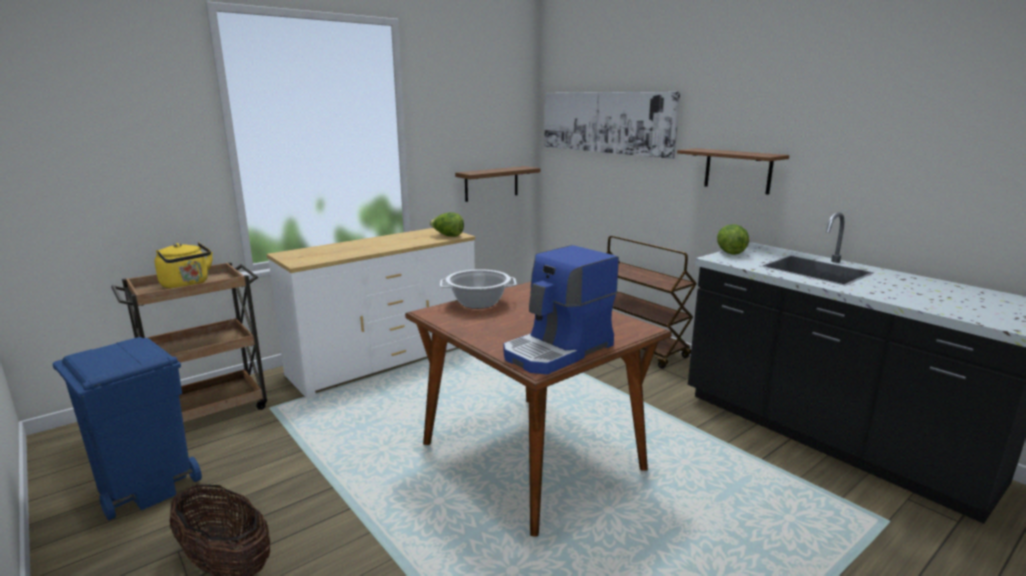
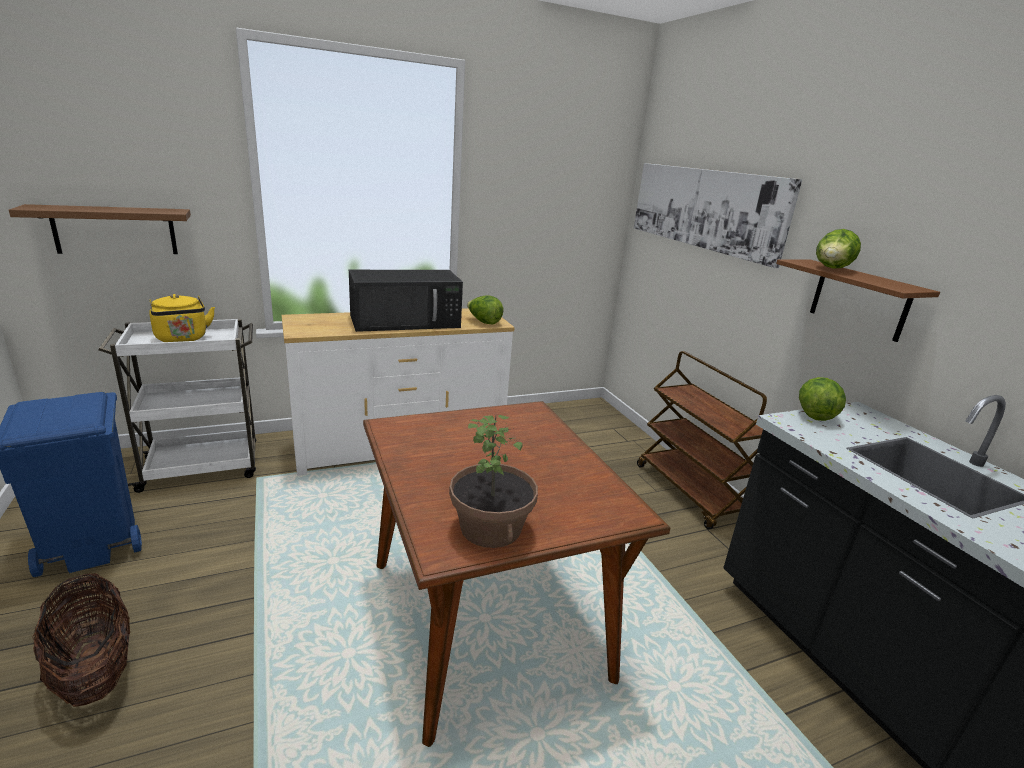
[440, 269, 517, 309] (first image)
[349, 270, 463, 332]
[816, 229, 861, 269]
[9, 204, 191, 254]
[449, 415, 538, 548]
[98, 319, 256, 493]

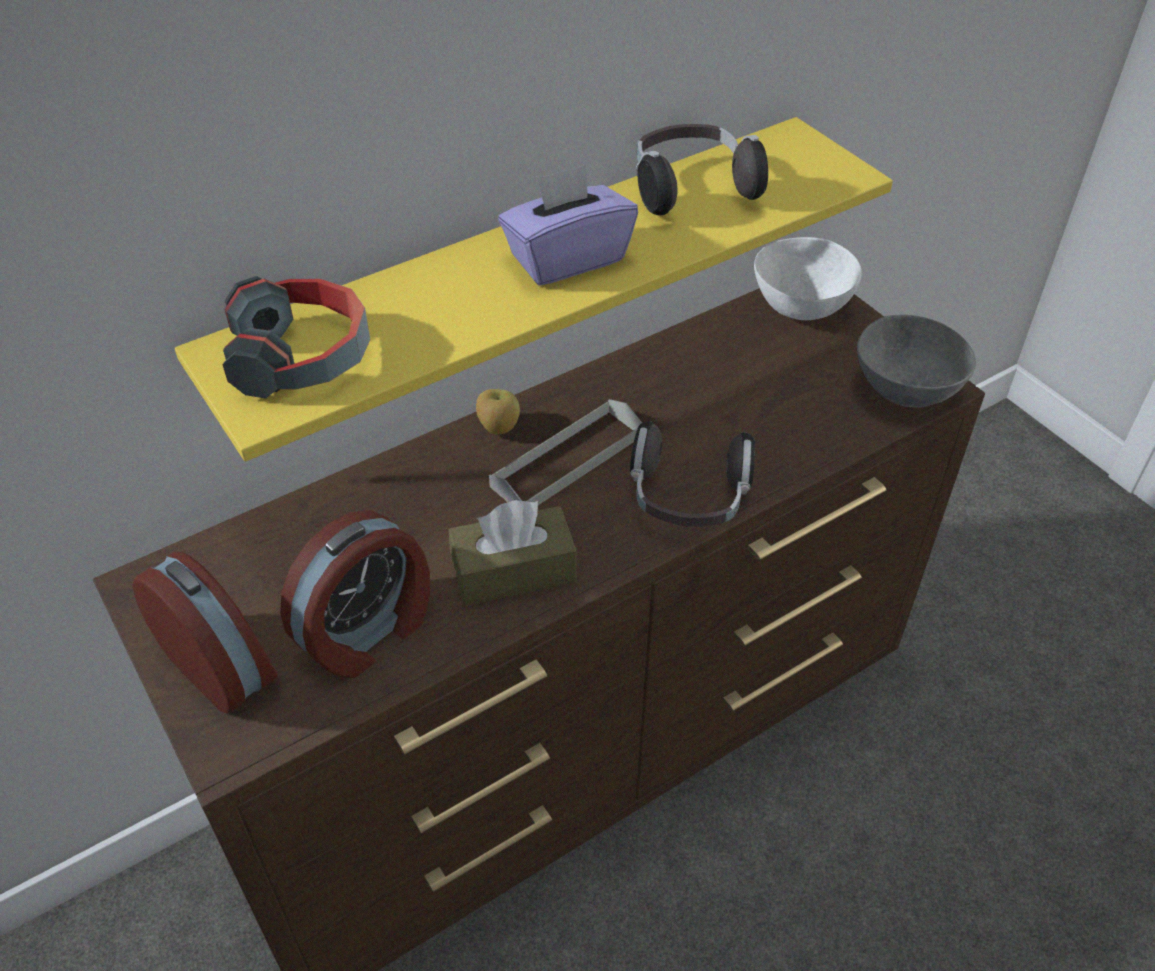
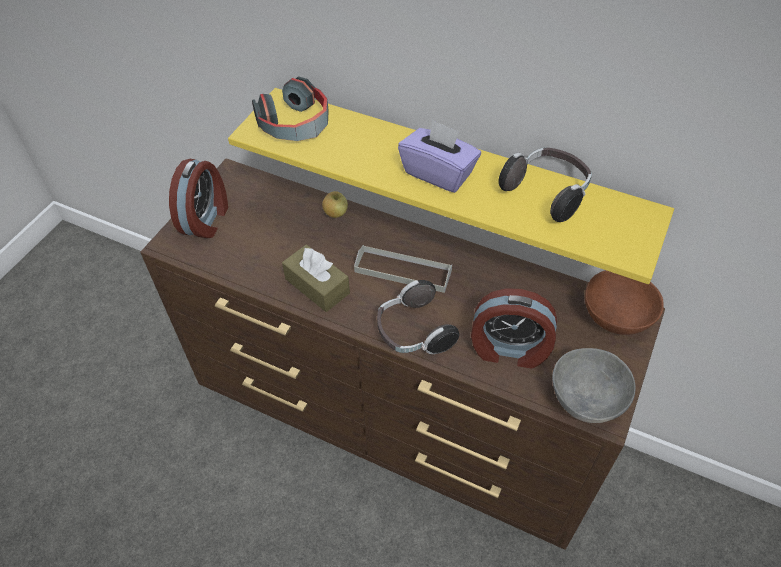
[471, 288, 557, 369]
[322, 191, 348, 218]
[585, 270, 664, 335]

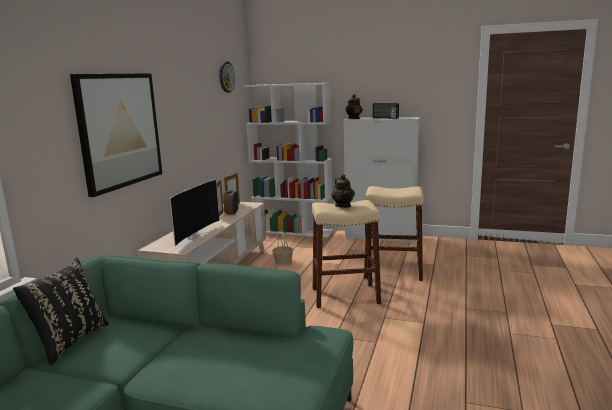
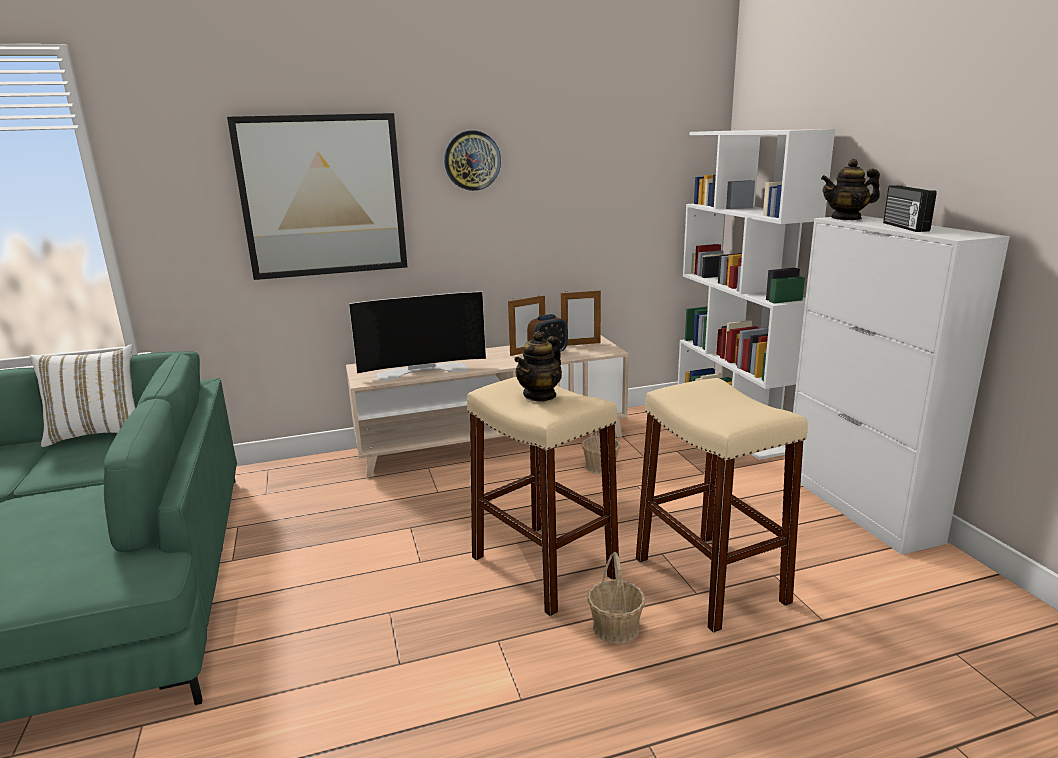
[587, 552, 645, 644]
[444, 130, 501, 191]
[30, 345, 135, 447]

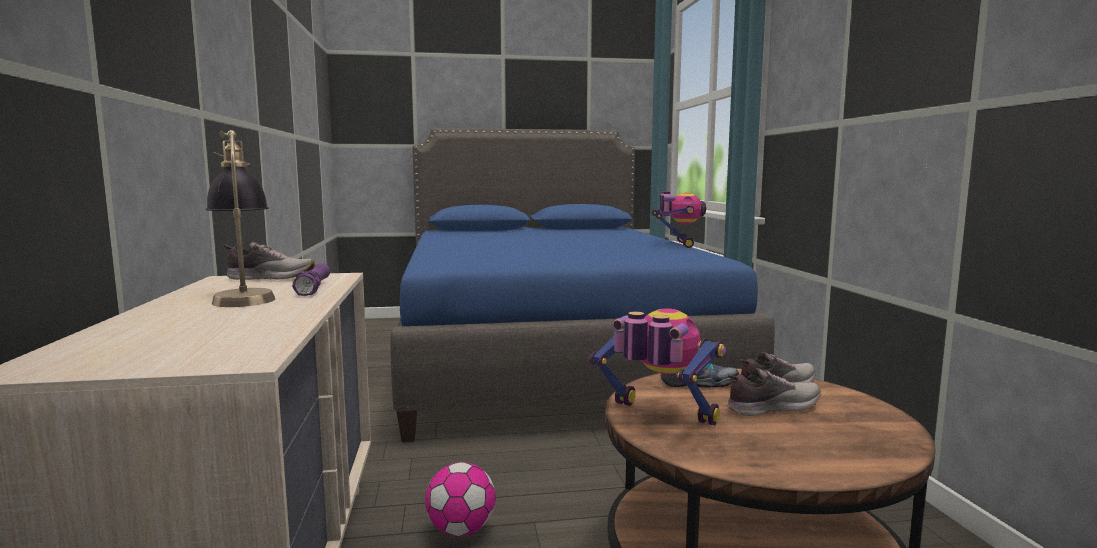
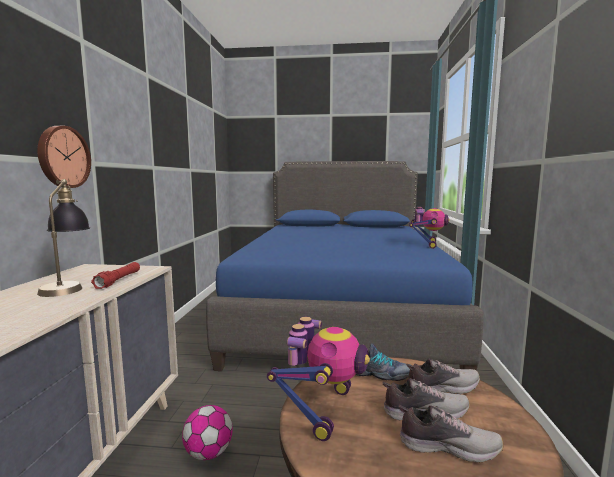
[37, 126, 91, 188]
[399, 405, 504, 463]
[91, 262, 140, 289]
[267, 317, 370, 441]

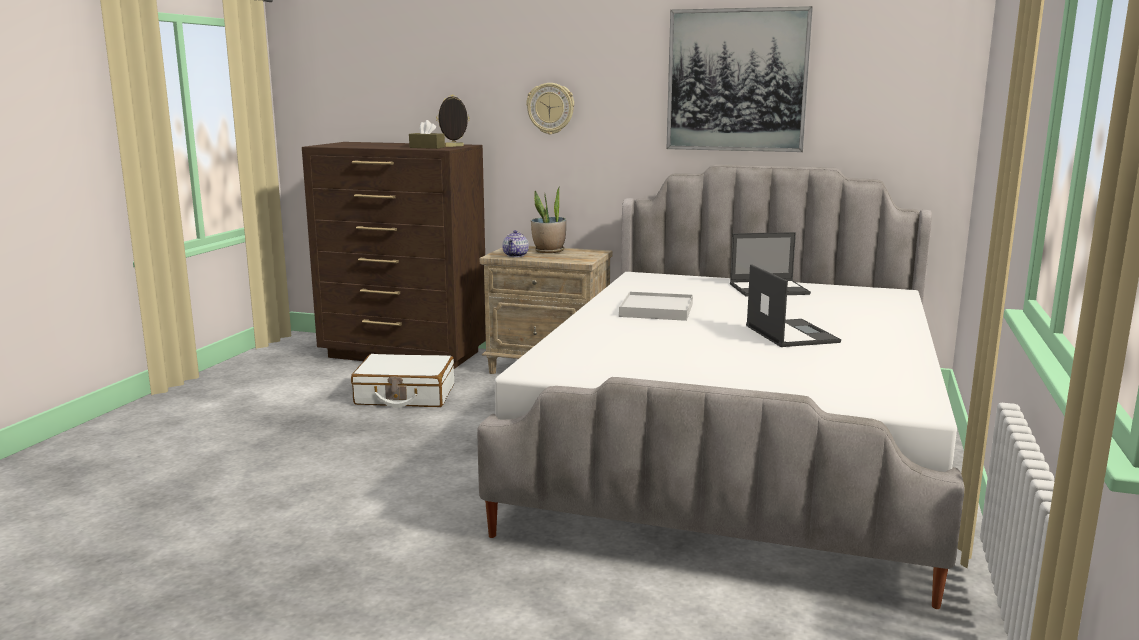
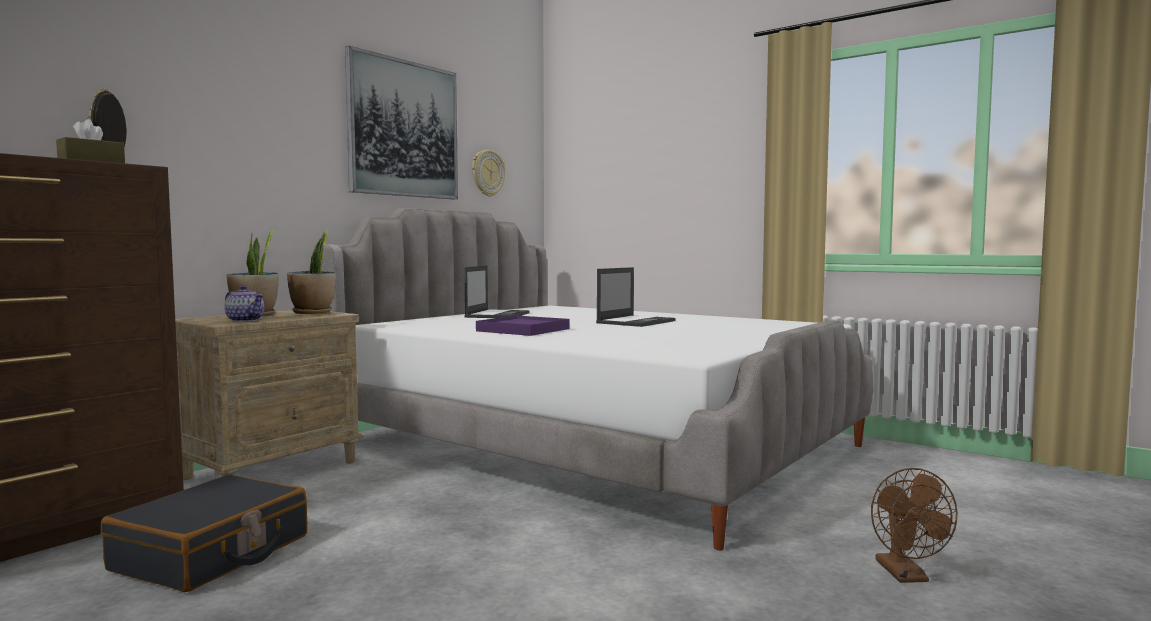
[287, 229, 336, 314]
[871, 468, 957, 583]
[472, 150, 506, 197]
[101, 475, 307, 592]
[476, 316, 569, 336]
[596, 267, 676, 327]

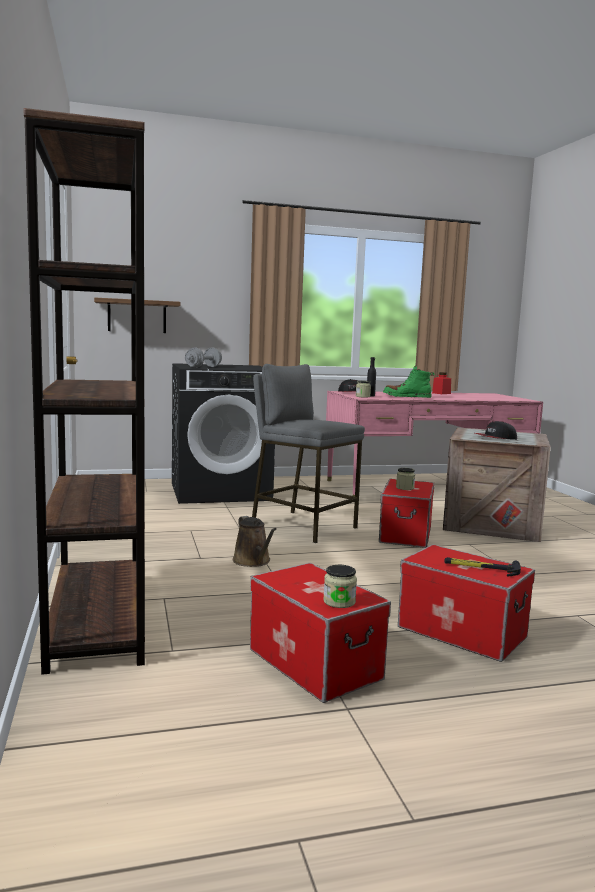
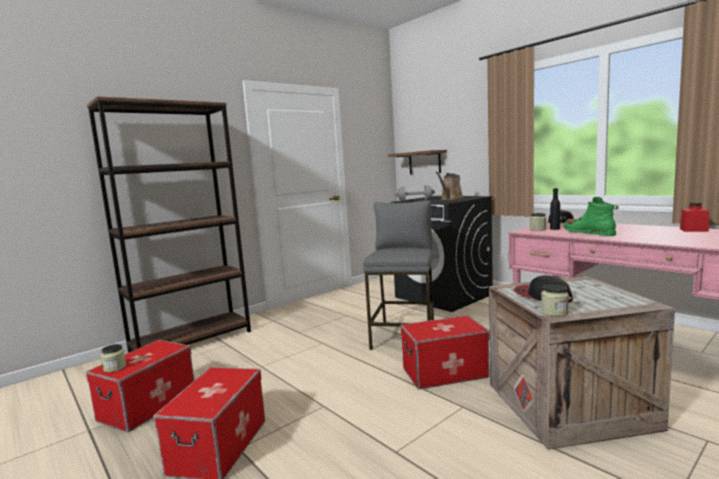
[444, 557, 521, 576] (first image)
[436, 172, 463, 200]
[541, 284, 569, 317]

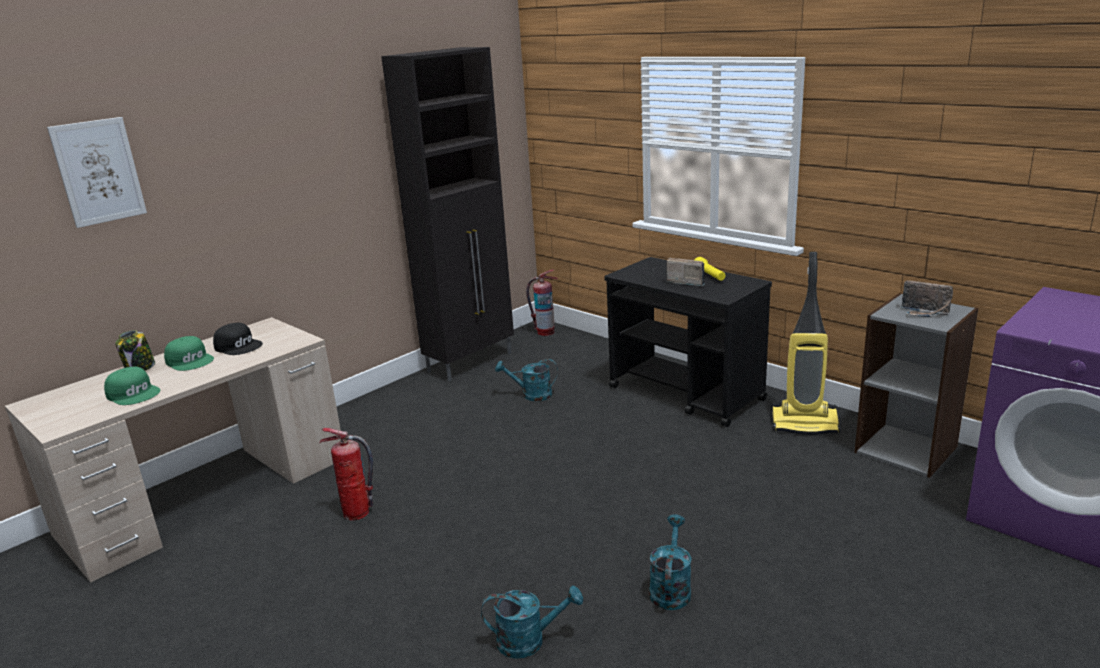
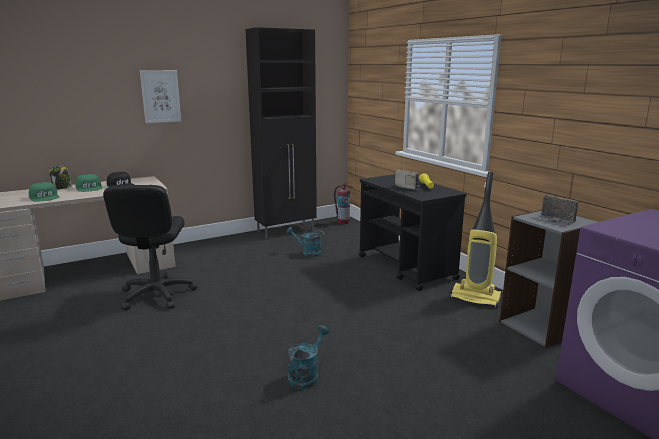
[481, 586, 583, 659] (first image)
[140, 70, 181, 123]
[103, 185, 197, 310]

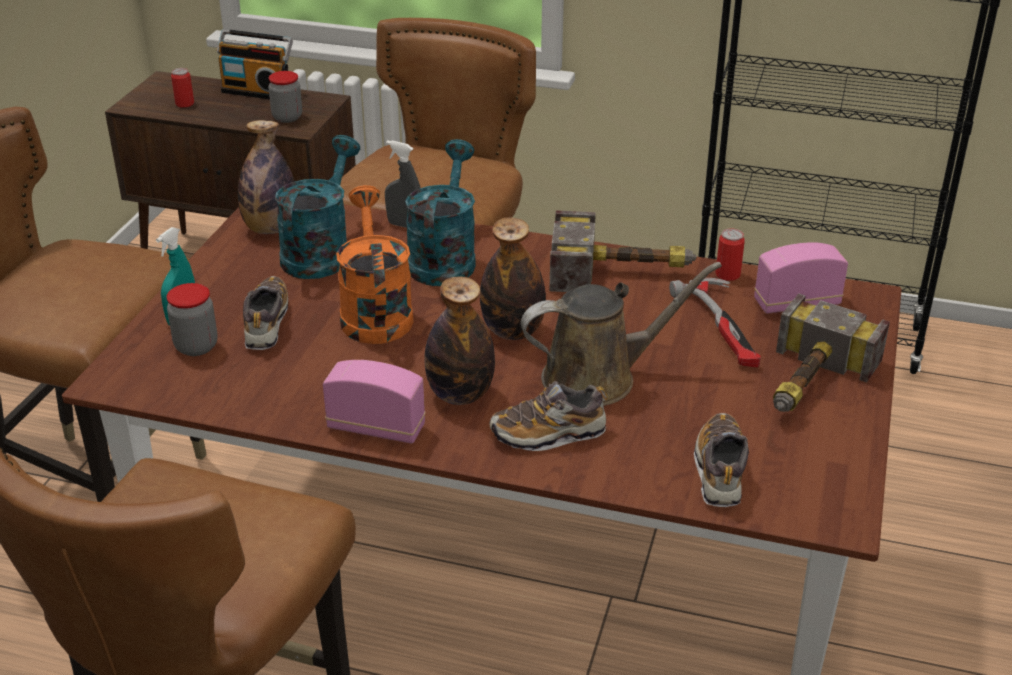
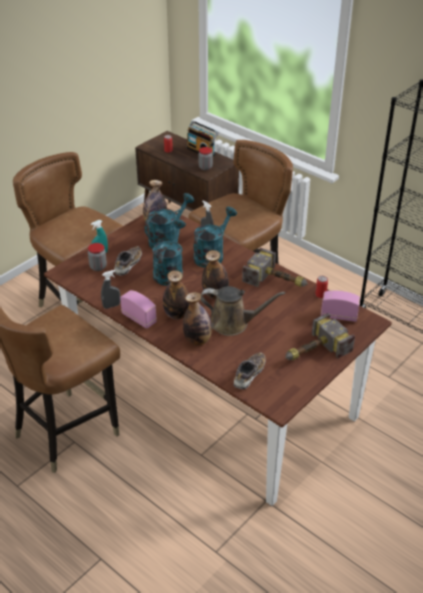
[669, 278, 761, 367] (first image)
[101, 270, 120, 309]
[183, 292, 212, 345]
[152, 219, 186, 286]

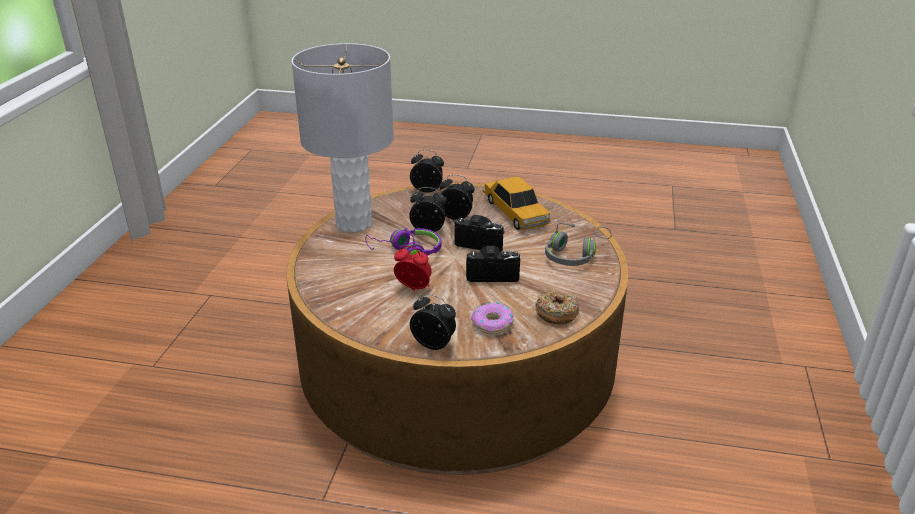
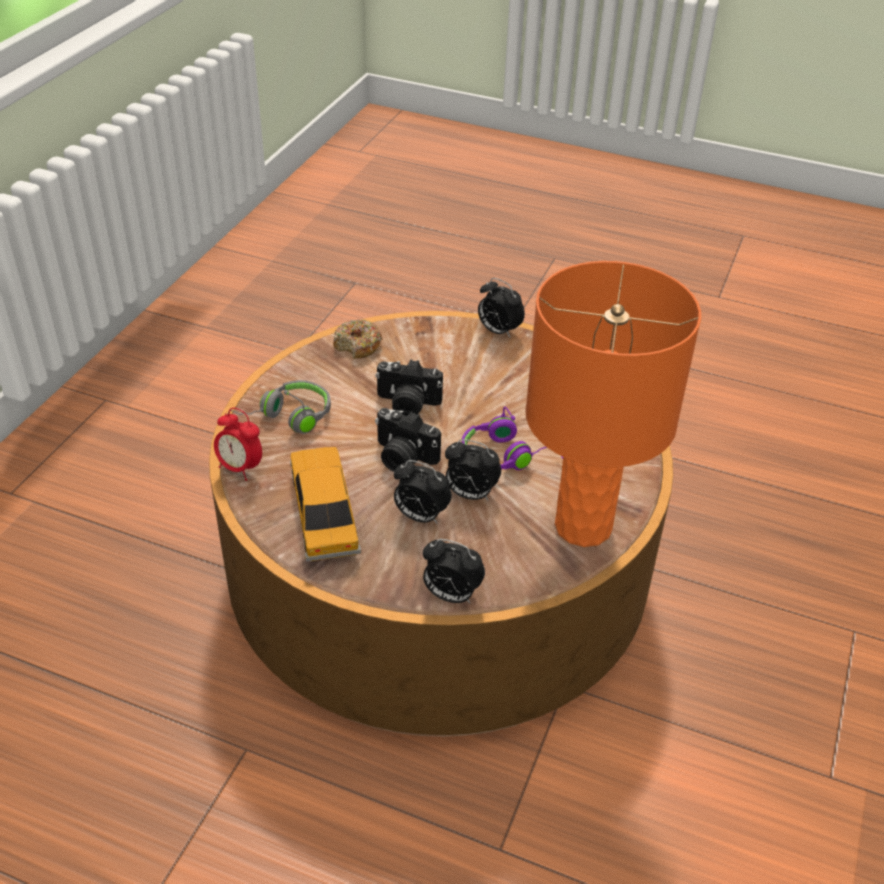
[471, 302, 514, 334] (first image)
[214, 408, 262, 481]
[525, 261, 701, 547]

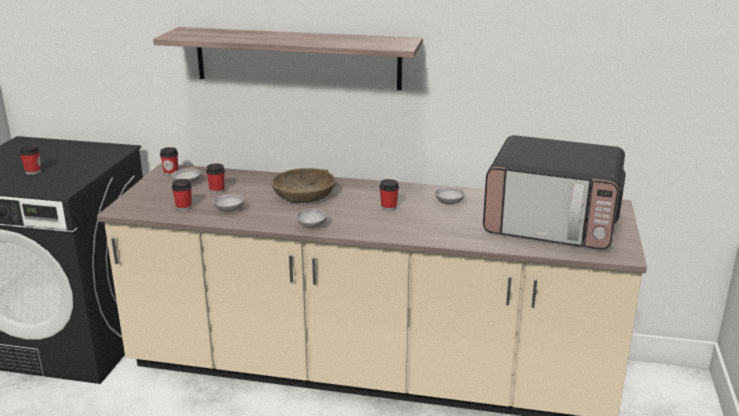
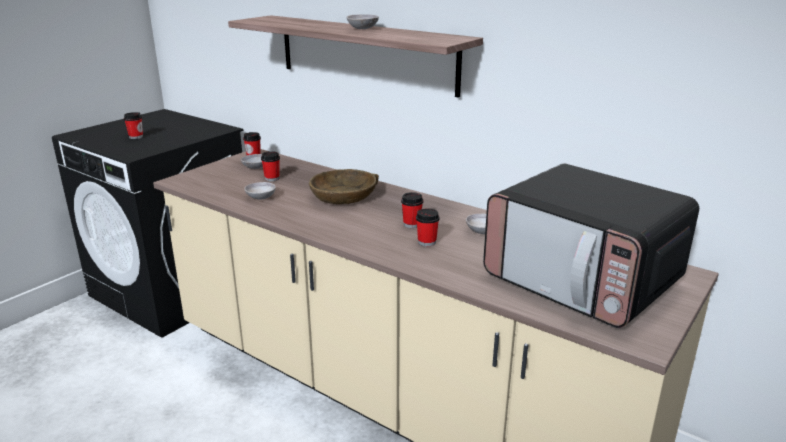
[416, 208, 439, 246]
[346, 14, 379, 29]

